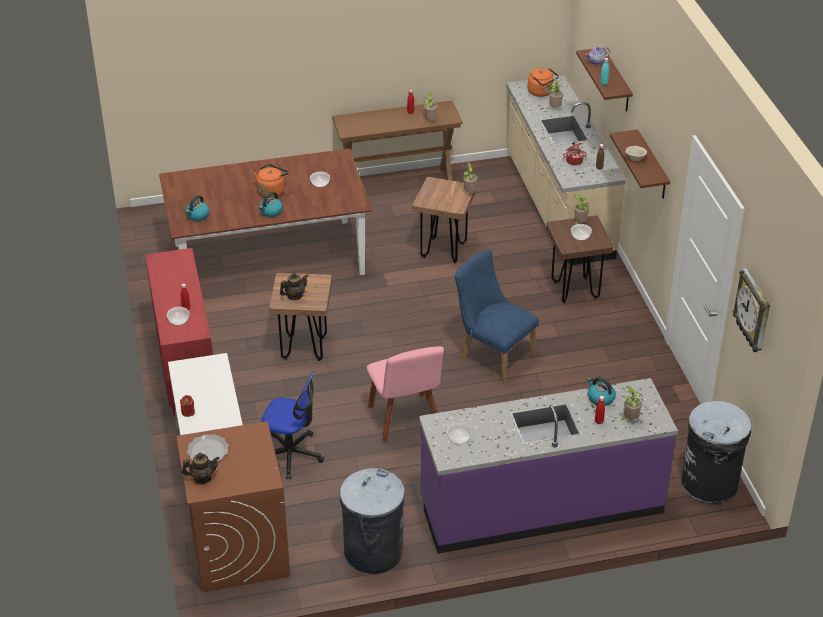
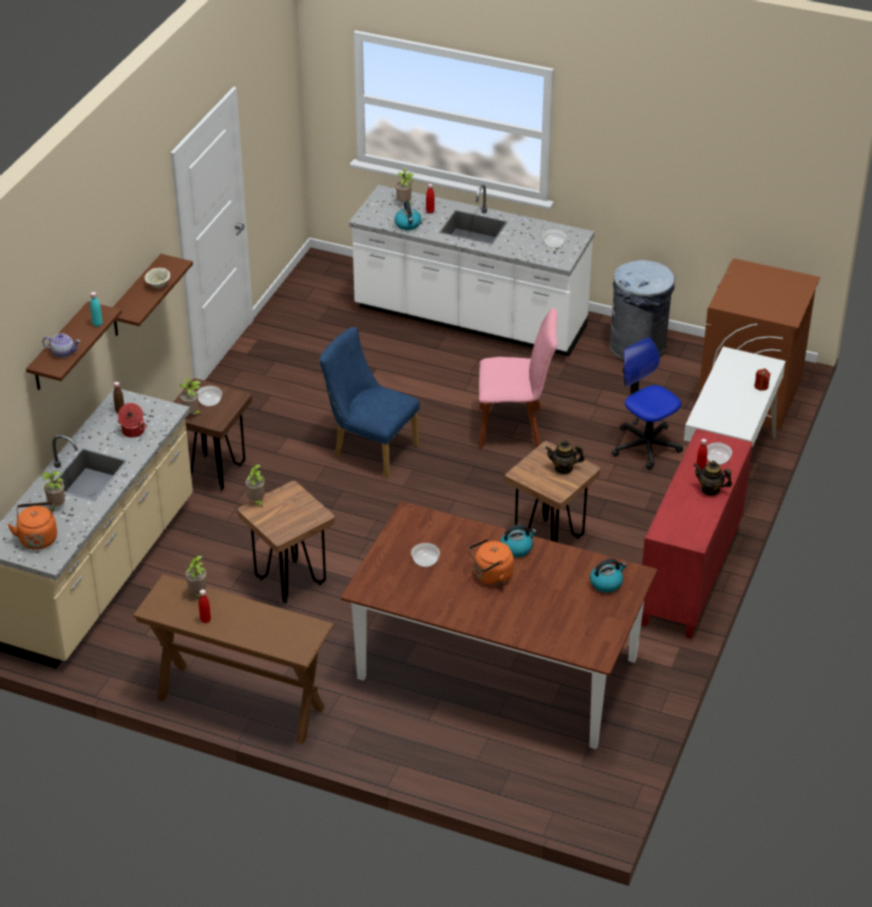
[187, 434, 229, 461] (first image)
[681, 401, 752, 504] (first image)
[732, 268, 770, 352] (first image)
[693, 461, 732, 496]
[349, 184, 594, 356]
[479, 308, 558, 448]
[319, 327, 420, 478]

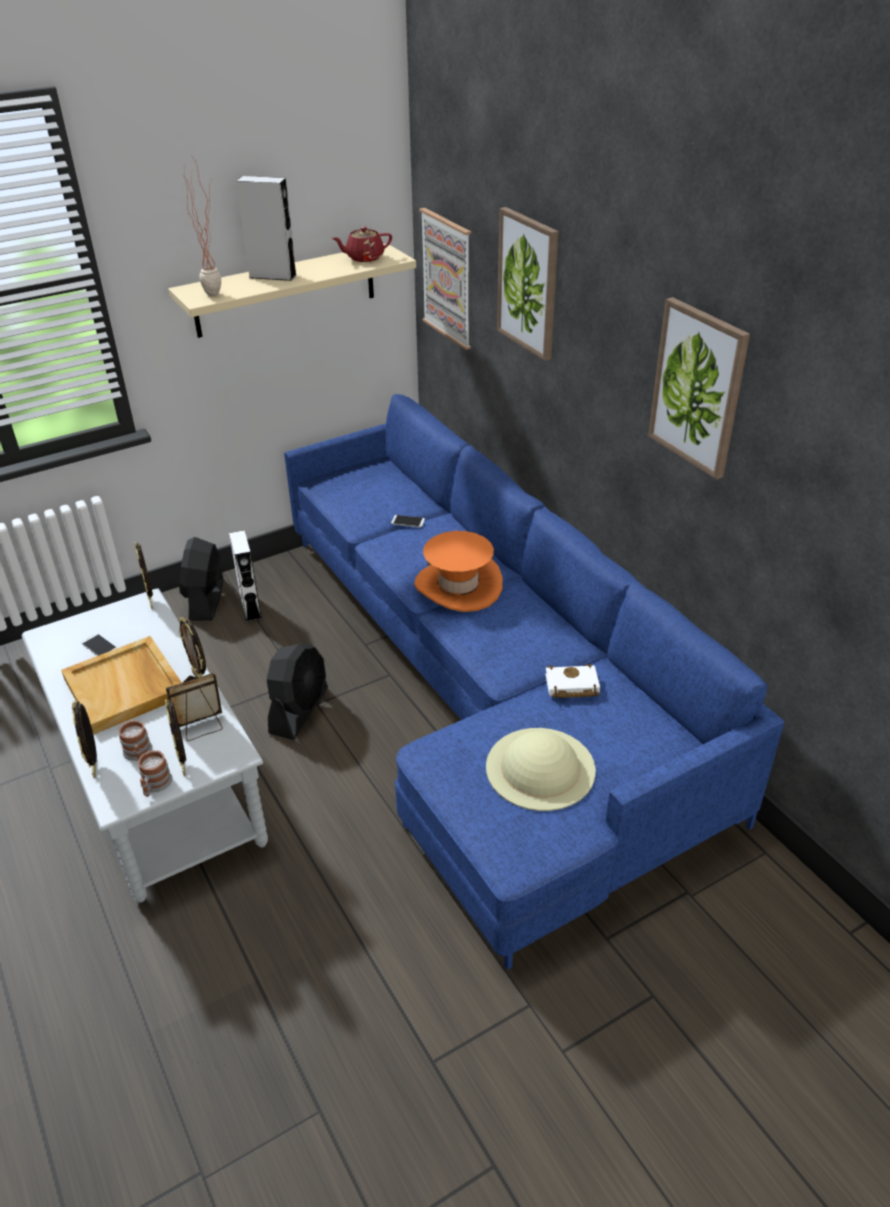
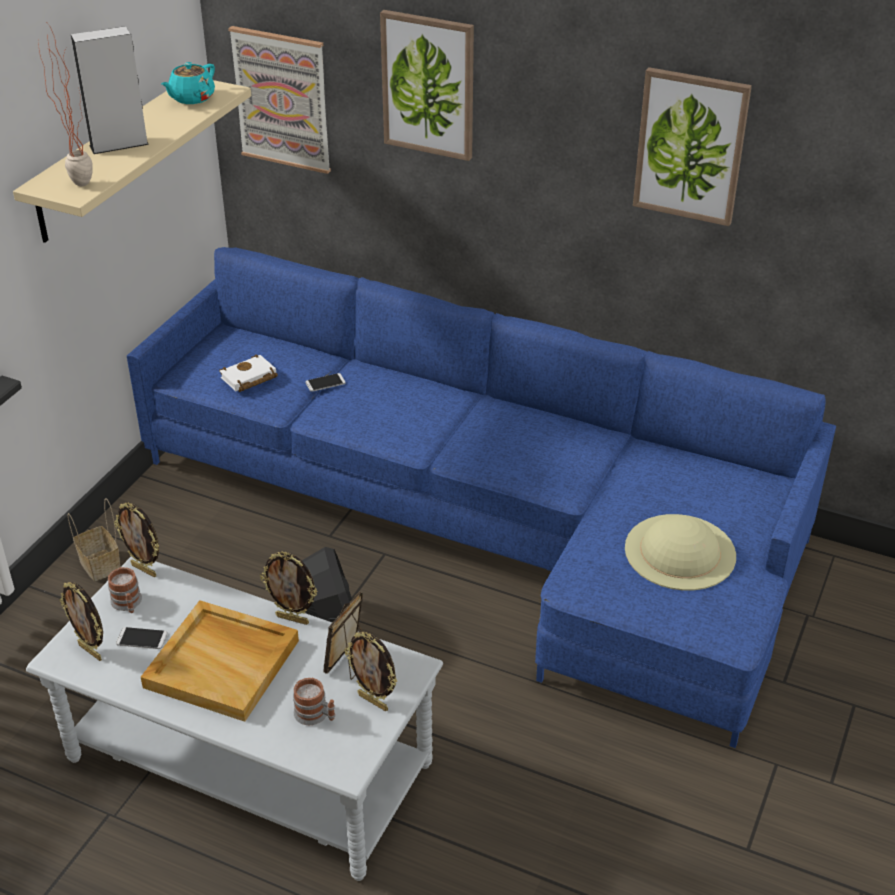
[229, 530, 262, 622] (first image)
[414, 531, 503, 612] (first image)
[60, 582, 103, 661]
[108, 567, 142, 613]
[219, 355, 278, 392]
[67, 498, 121, 581]
[161, 62, 215, 104]

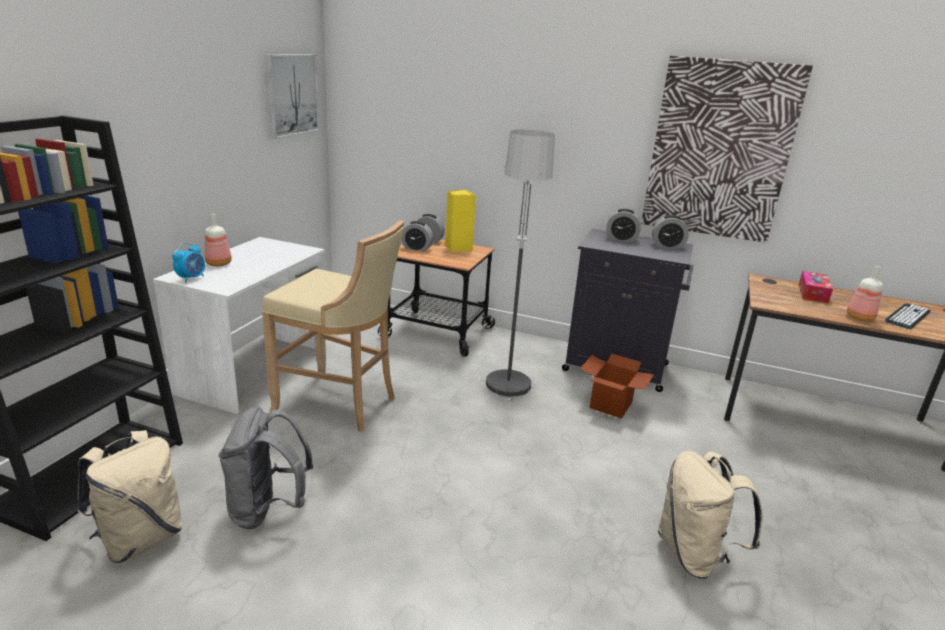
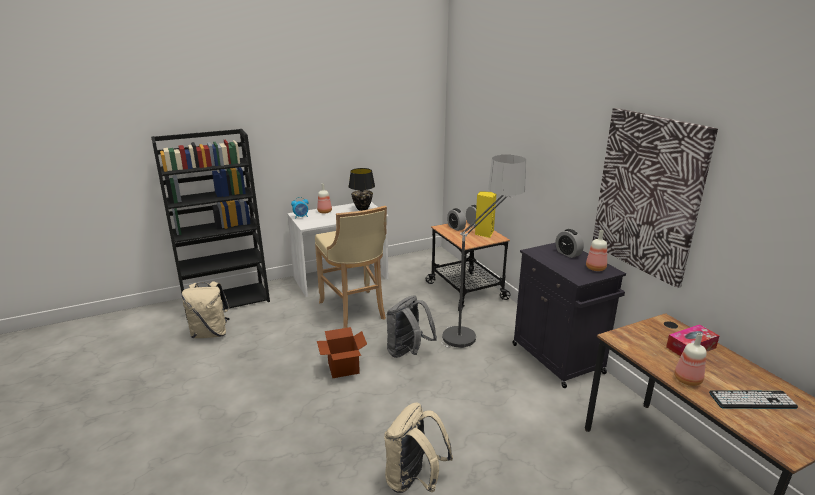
[265, 54, 320, 139] (first image)
[349, 168, 375, 211]
[387, 295, 437, 358]
[317, 327, 367, 378]
[586, 230, 607, 271]

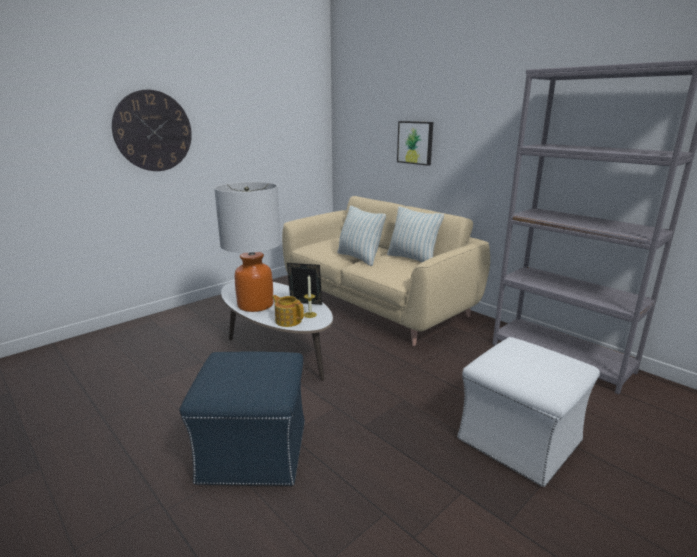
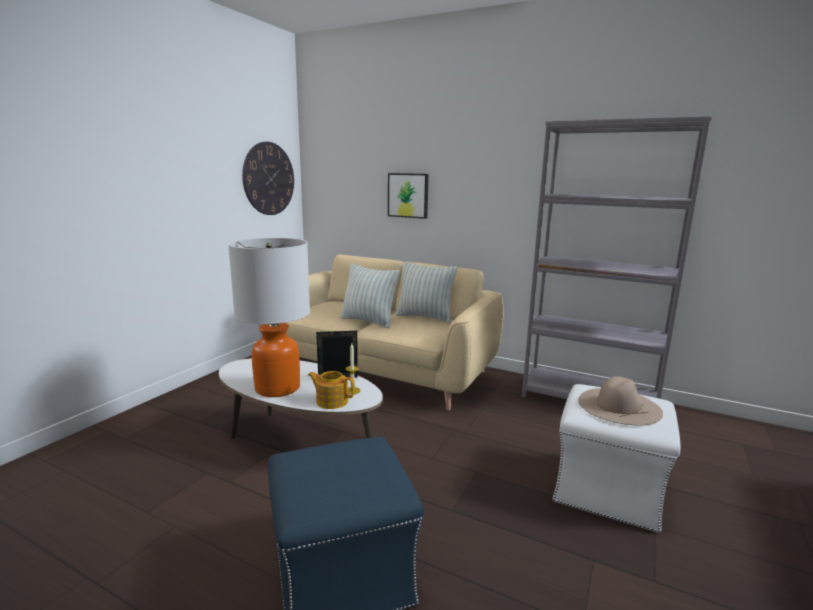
[578, 376, 663, 426]
[242, 142, 294, 215]

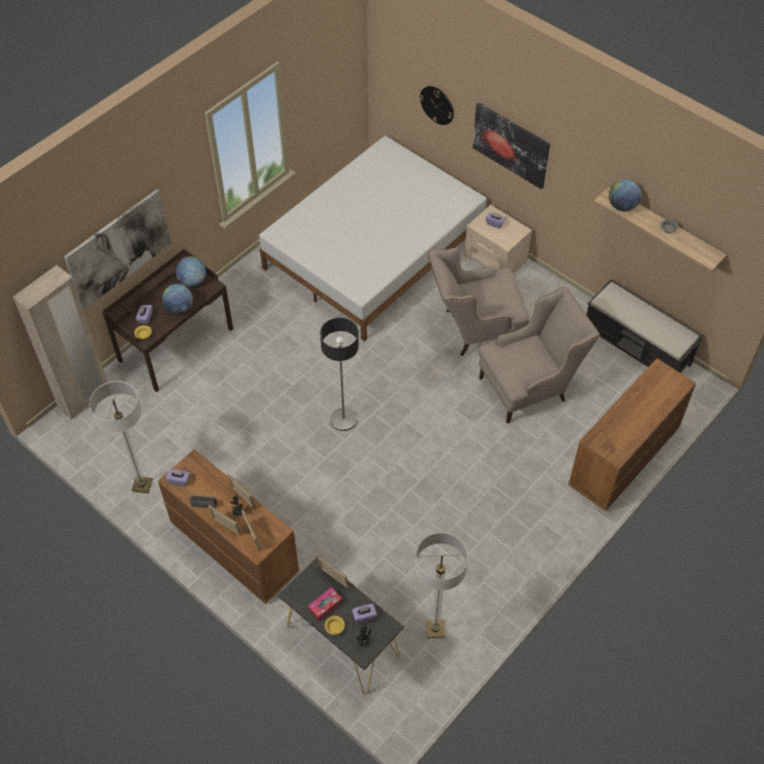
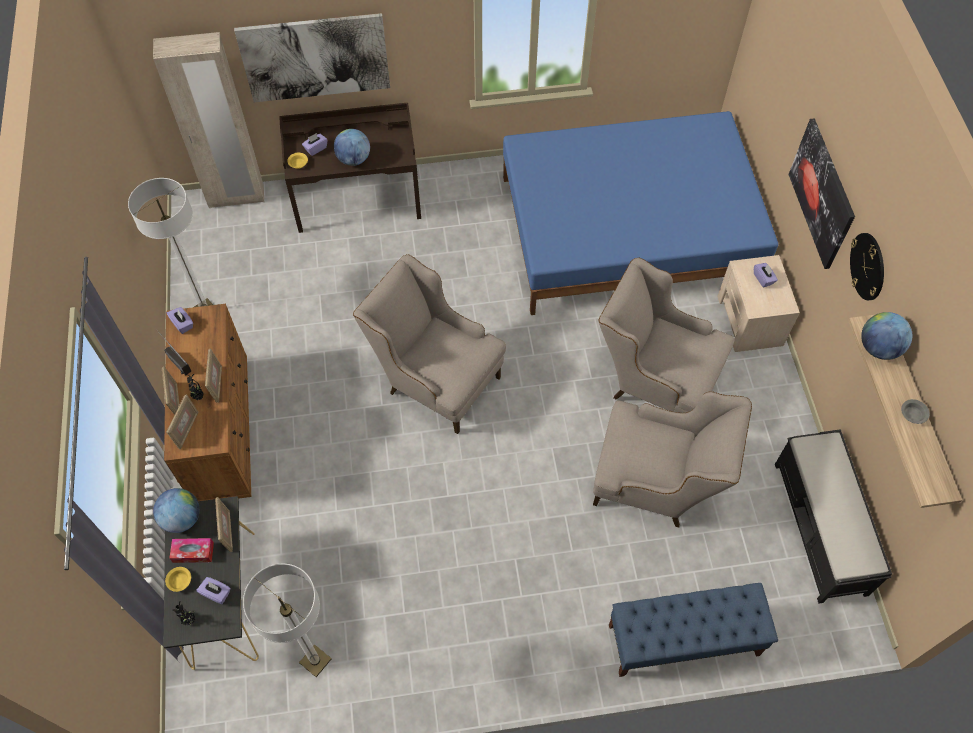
[153, 488, 200, 533]
[850, 233, 884, 300]
[353, 255, 506, 434]
[609, 583, 778, 677]
[503, 111, 778, 315]

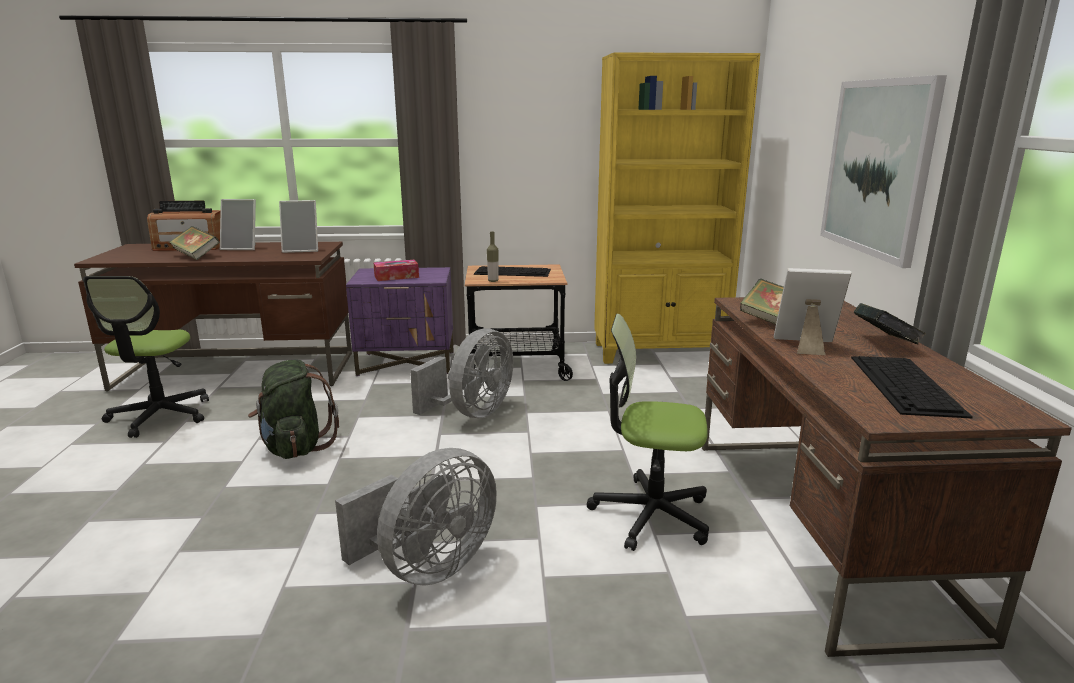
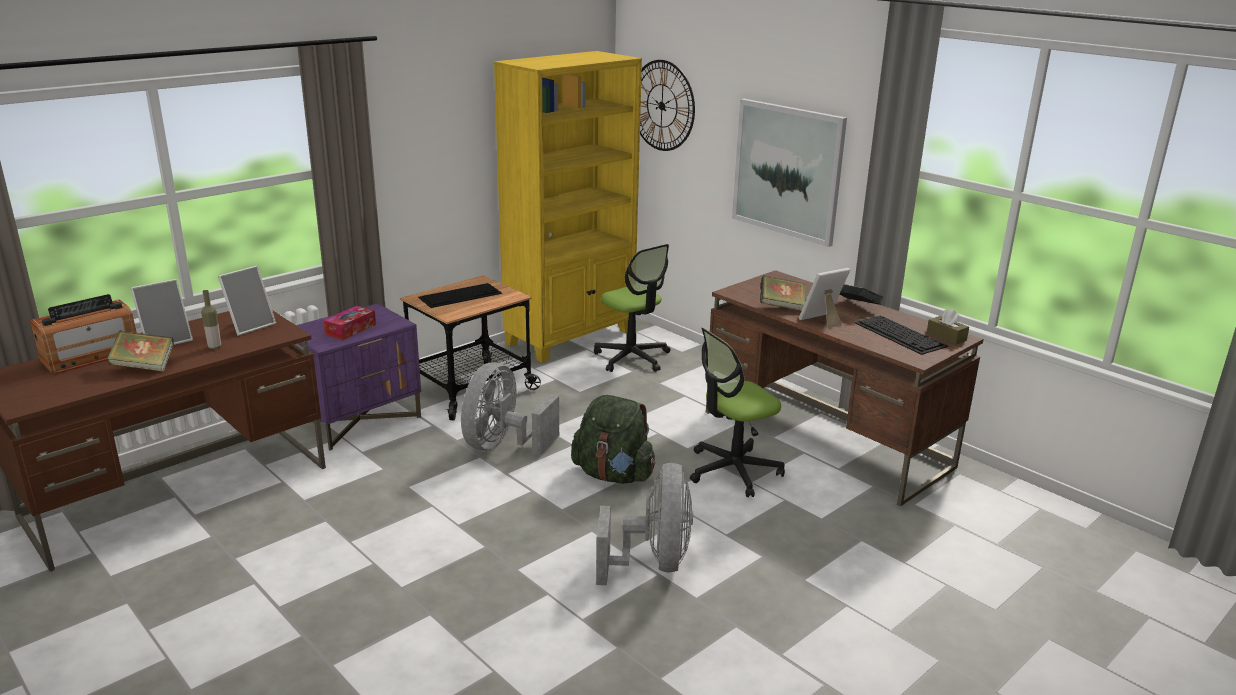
[640, 60, 695, 151]
[927, 309, 969, 345]
[594, 244, 670, 372]
[571, 395, 655, 484]
[201, 290, 221, 349]
[461, 362, 559, 456]

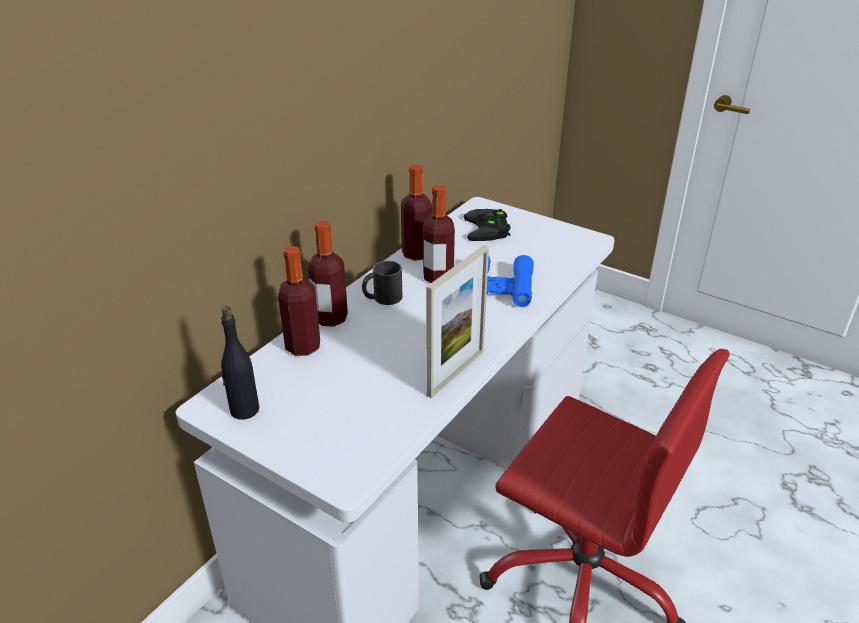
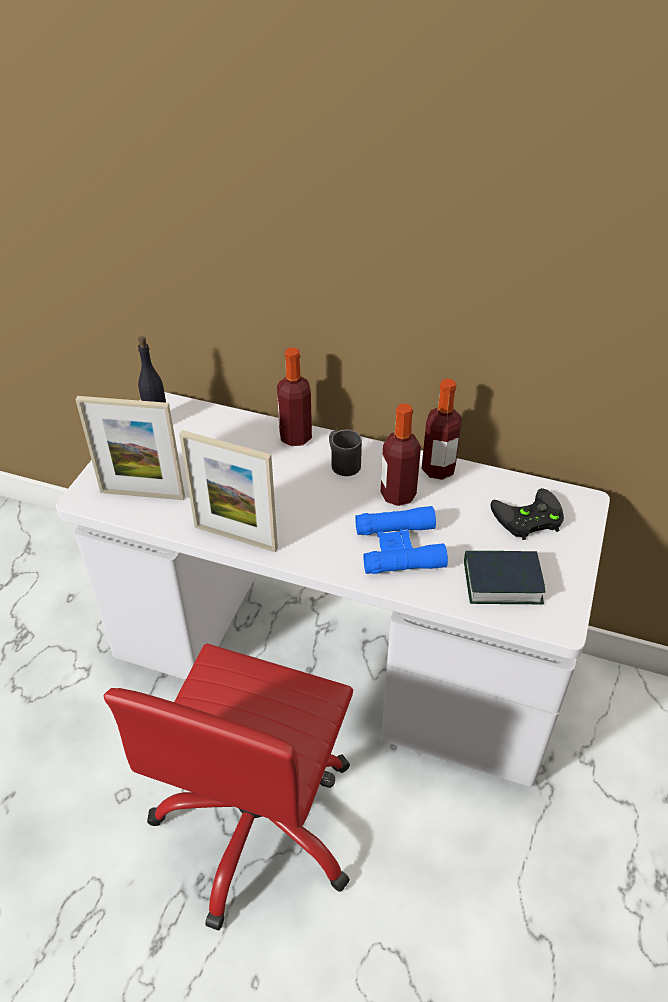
[278, 246, 320, 356] (first image)
[75, 396, 185, 500]
[464, 551, 545, 605]

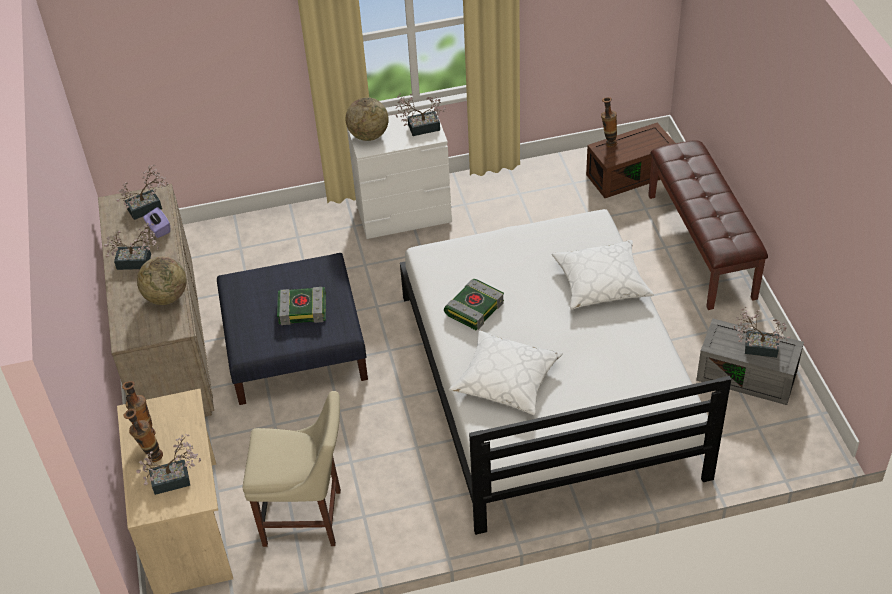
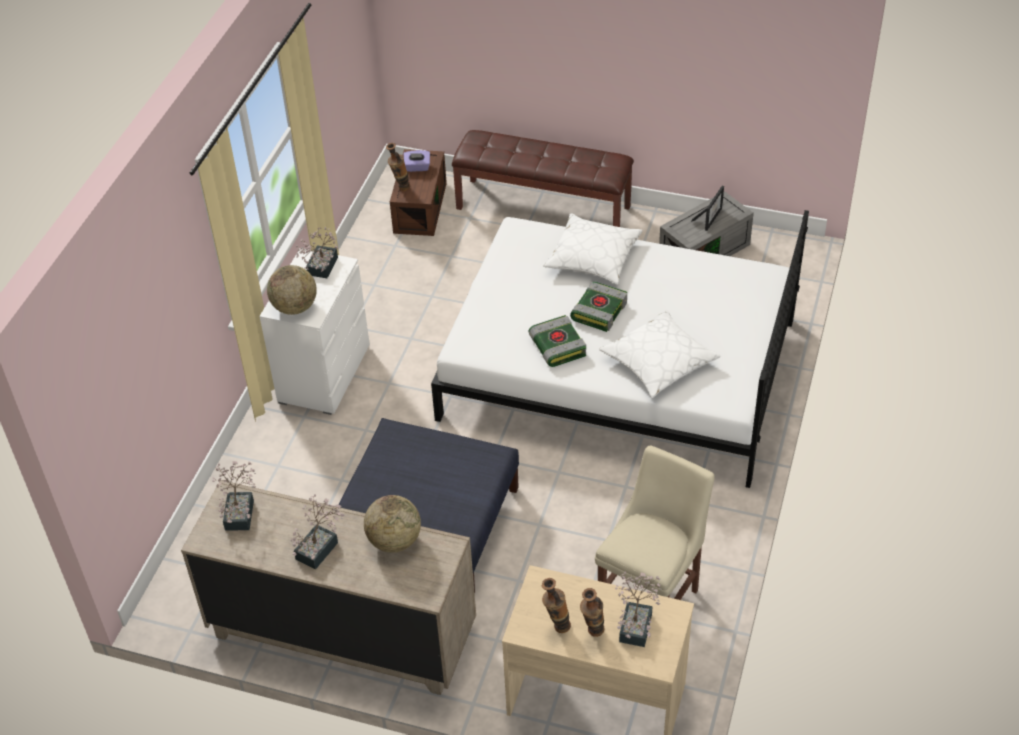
[404, 150, 430, 172]
[570, 282, 627, 332]
[691, 186, 724, 231]

